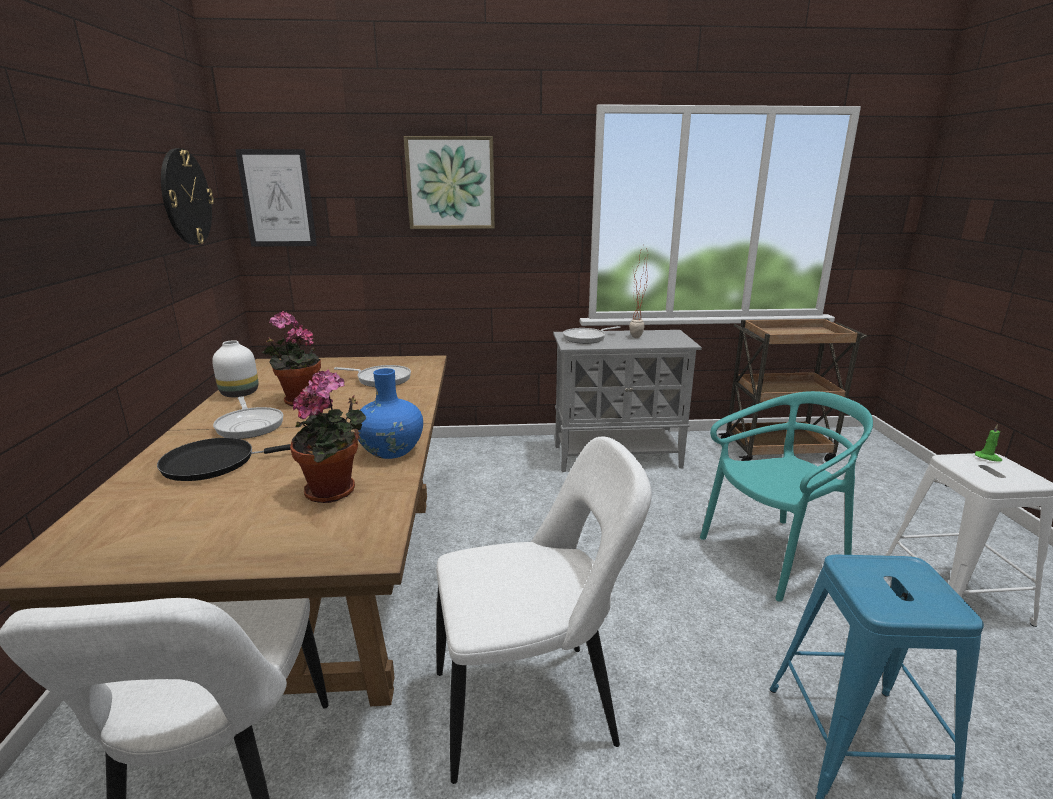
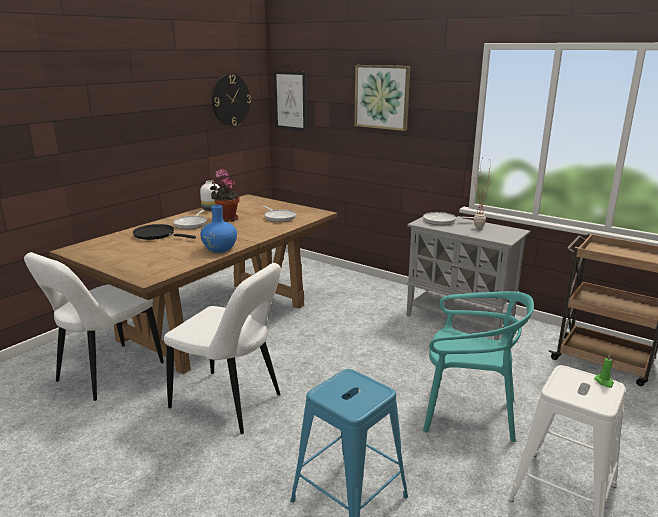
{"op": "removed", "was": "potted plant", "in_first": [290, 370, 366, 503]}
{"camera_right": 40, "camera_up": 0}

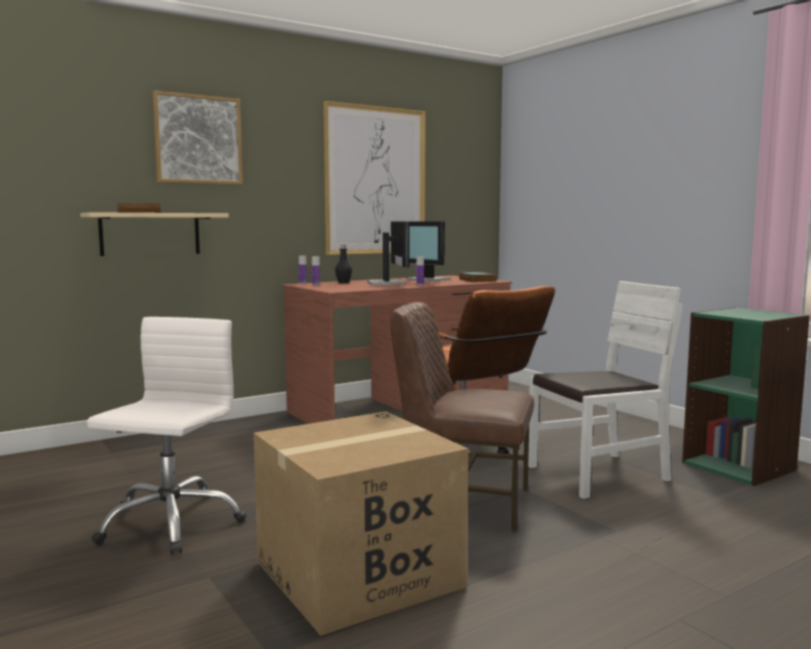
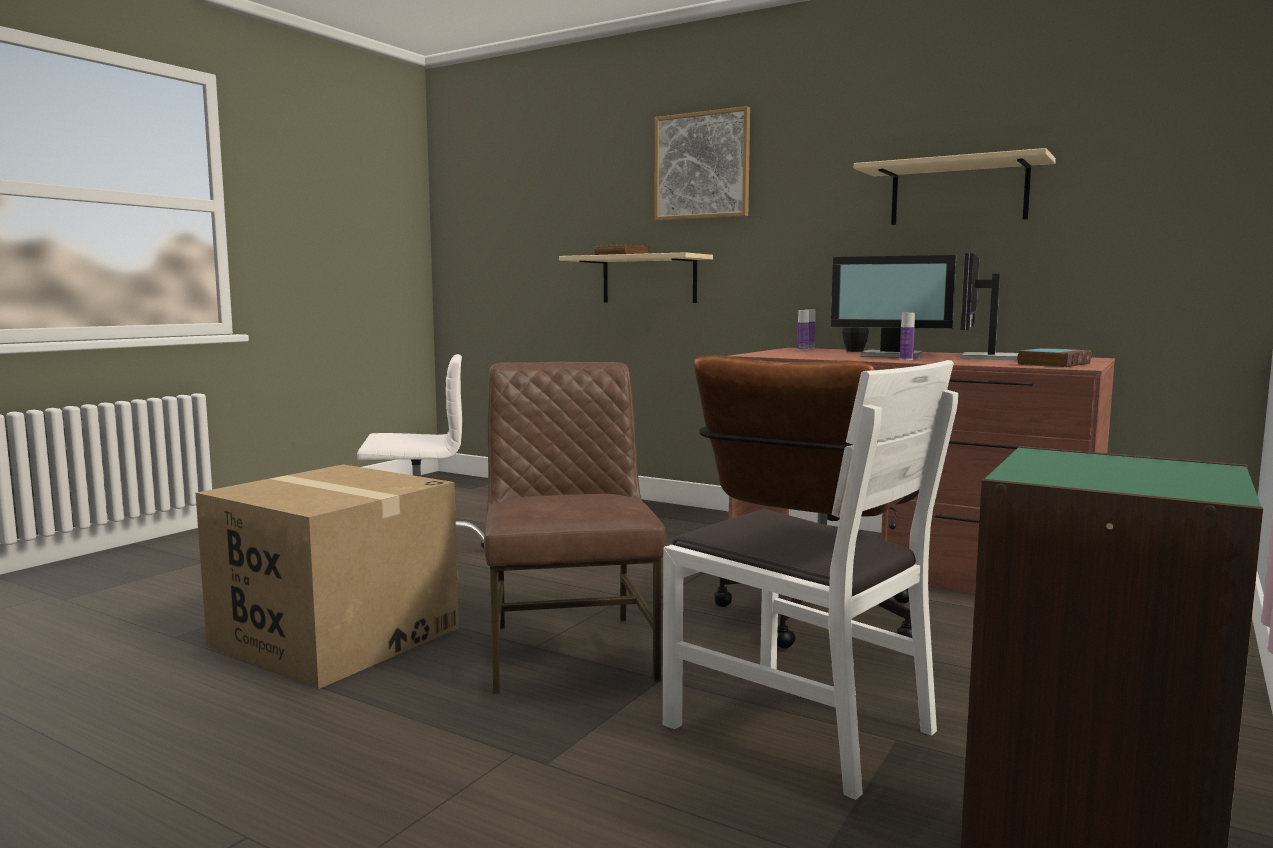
{"op": "replaced", "was": "picture", "now": "beige shelf", "in_first": [323, 101, 426, 255], "in_second": [854, 148, 1056, 225]}
{"op": "turned", "was": "monitor", "in_first": [367, 221, 410, 285], "in_second": [831, 255, 956, 358], "clockwise": 60}
{"camera_right": 65, "camera_up": 0}

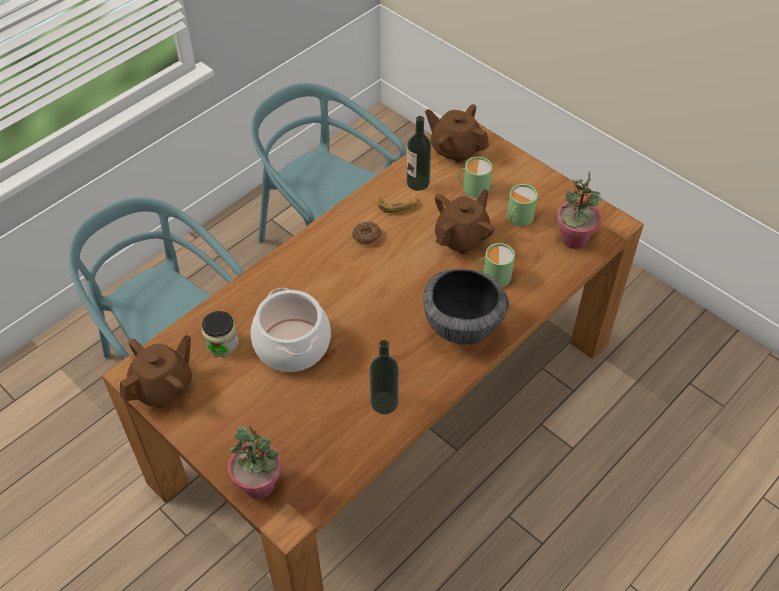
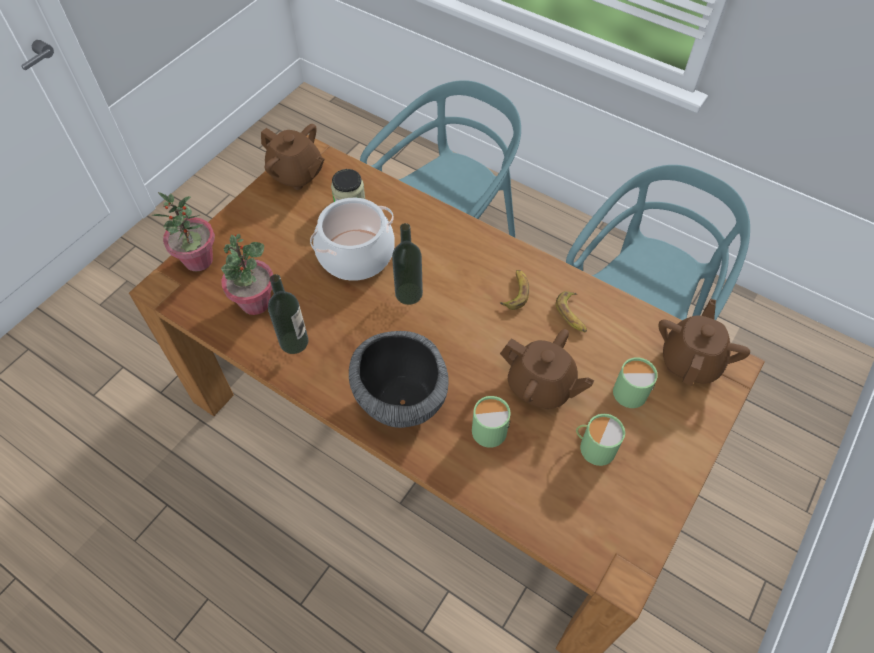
{"op": "moved", "was": "bottle", "in_first": [407, 116, 431, 191], "in_second": [392, 223, 423, 305]}
{"op": "moved", "was": "potted plant", "in_first": [556, 171, 601, 249], "in_second": [221, 234, 273, 315]}
{"op": "replaced", "was": "donut", "now": "banana", "in_first": [352, 221, 381, 245], "in_second": [500, 270, 529, 310]}
{"camera_right": 80, "camera_up": 5}

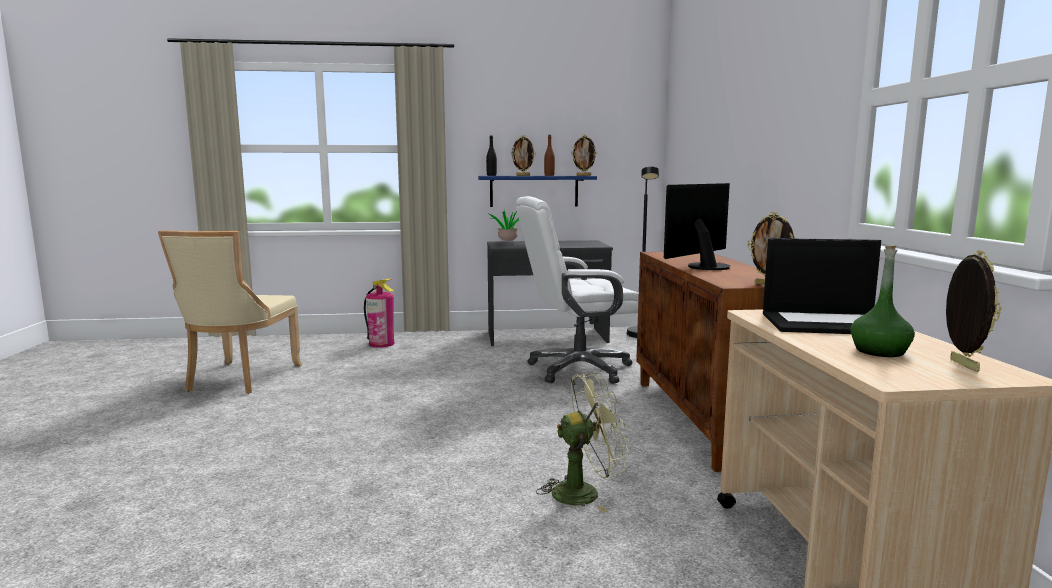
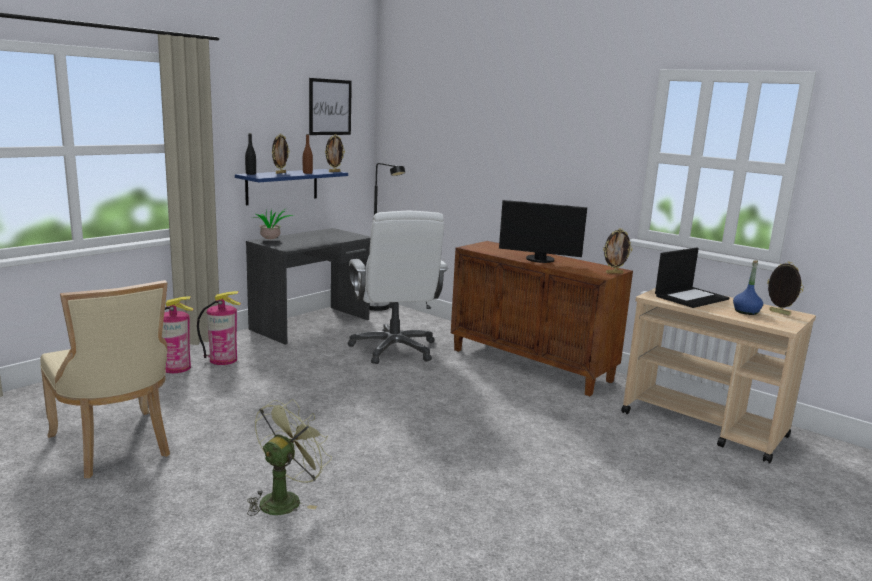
{"op": "turned", "was": "monitor", "in_first": [664, 183, 730, 270], "in_second": [499, 200, 587, 263], "clockwise": -75}
{"op": "turned", "was": "white office chair", "in_first": [516, 196, 639, 384], "in_second": [348, 211, 448, 364], "clockwise": -45}
{"op": "recoloured", "was": "green bottle", "now": "blue bottle", "in_first": [850, 245, 915, 357], "in_second": [733, 260, 763, 315]}
{"op": "moved", "was": "green fan", "in_first": [536, 373, 629, 513], "in_second": [247, 399, 332, 516]}
{"op": "added", "now": "picture", "in_second": [309, 78, 352, 135]}
{"op": "added", "now": "fire extinguisher", "in_second": [197, 291, 241, 365]}
{"camera_right": -45, "camera_up": 5}

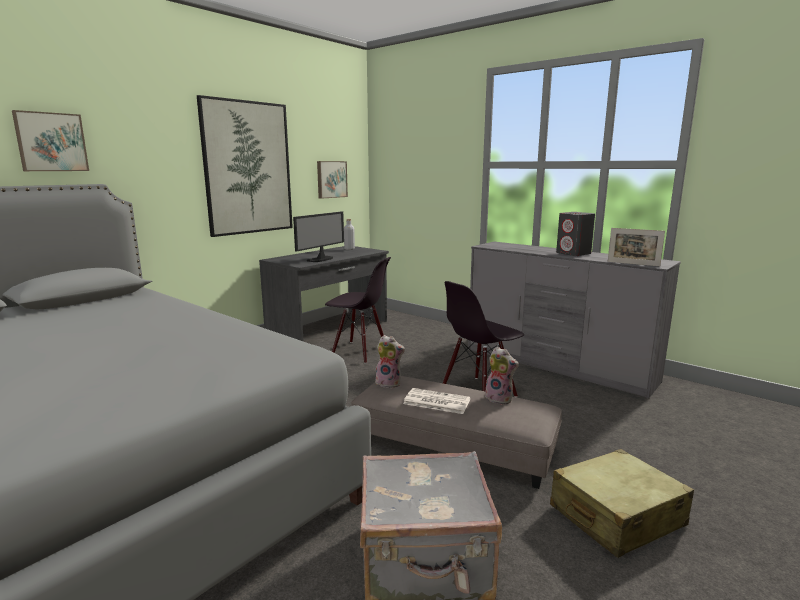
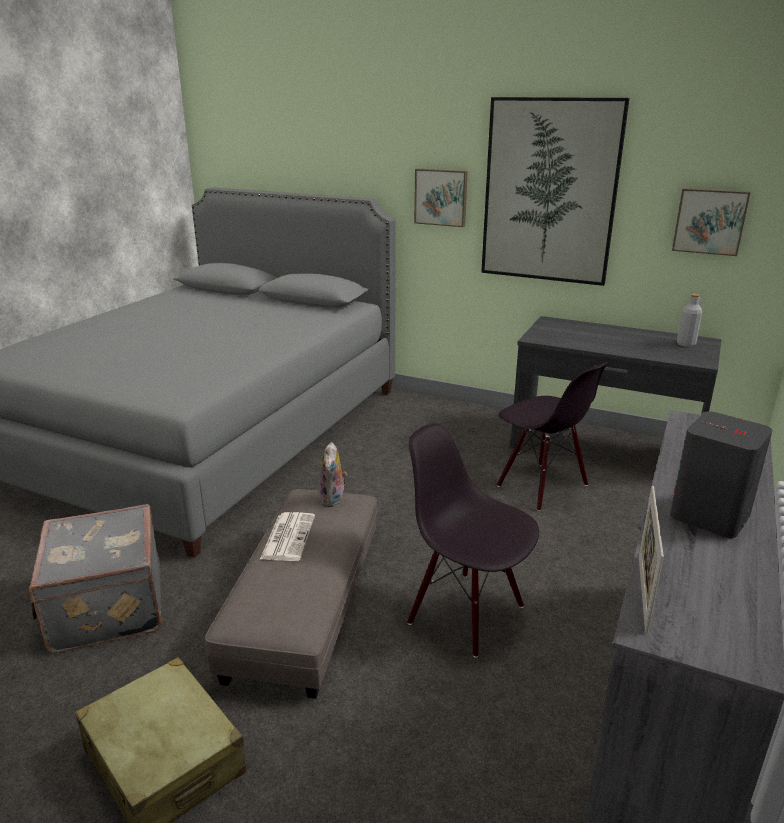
{"op": "moved", "was": "picture", "in_first": [12, 110, 89, 171], "in_second": [414, 169, 468, 227]}
{"op": "removed", "was": "monitor", "in_first": [293, 211, 344, 262]}
{"op": "turned", "was": "black chair", "in_first": [325, 257, 391, 364], "in_second": [497, 362, 608, 511], "clockwise": -45}
{"op": "removed", "was": "plush toy", "in_first": [485, 347, 519, 405]}
{"camera_right": 75, "camera_up": 10}

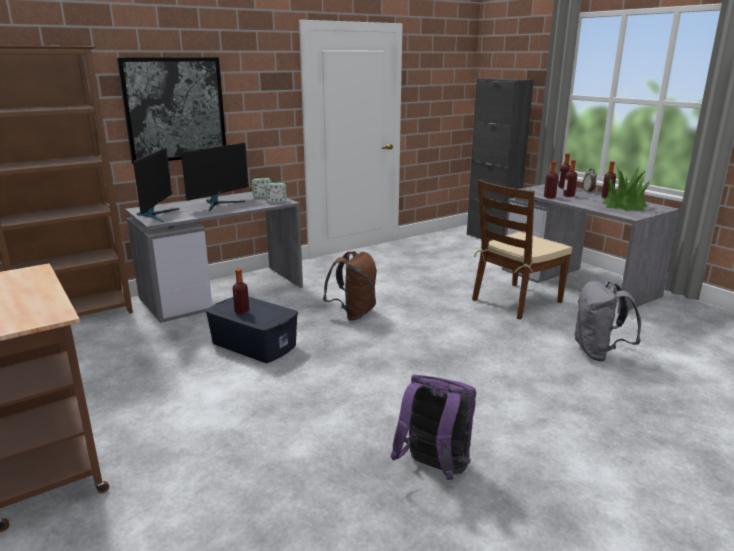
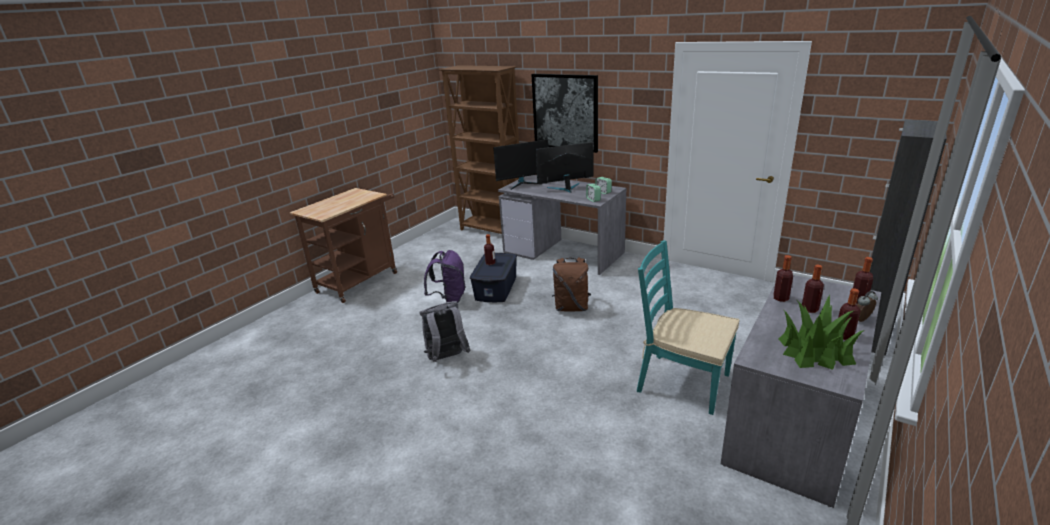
{"op": "turned", "was": "monitor", "in_first": [181, 143, 249, 211], "in_second": [536, 142, 593, 193], "clockwise": 150}
{"op": "recoloured", "was": "brown chair", "now": "turquoise chair", "in_first": [472, 180, 573, 320], "in_second": [637, 240, 739, 415]}
{"op": "moved", "was": "grey backpack", "in_first": [574, 281, 641, 361], "in_second": [420, 301, 471, 362]}
{"op": "moved", "was": "purple backpack", "in_first": [391, 375, 477, 480], "in_second": [424, 250, 465, 303]}
{"camera_right": 70, "camera_up": 5}

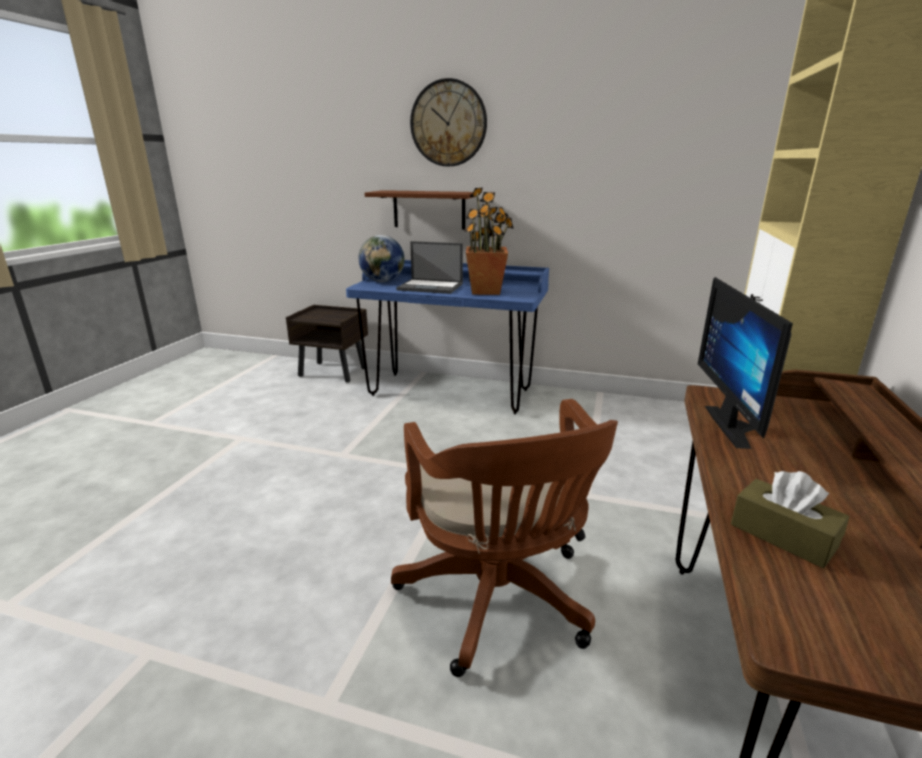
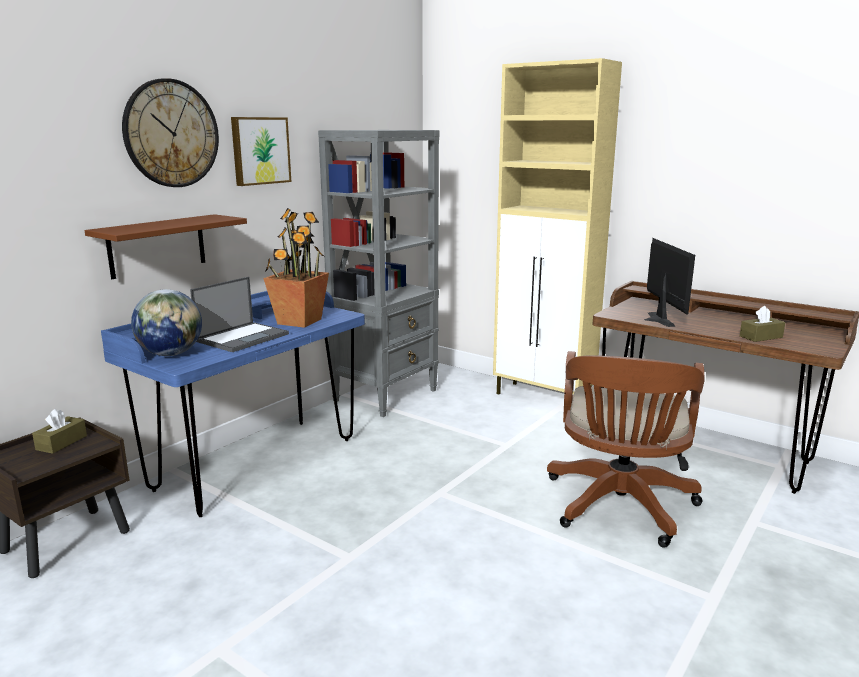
{"op": "turned", "was": "monitor", "in_first": [698, 277, 793, 449], "in_second": [644, 238, 695, 327], "clockwise": -120}
{"op": "turned", "was": "brown office chair", "in_first": [391, 399, 618, 677], "in_second": [547, 351, 705, 548], "clockwise": 105}
{"op": "added", "now": "picture", "in_second": [231, 117, 291, 186]}
{"op": "added", "now": "grey bookcase", "in_second": [318, 130, 440, 417]}
{"op": "added", "now": "brown tissue box", "in_second": [32, 409, 87, 454]}
{"camera_right": -70, "camera_up": -5}

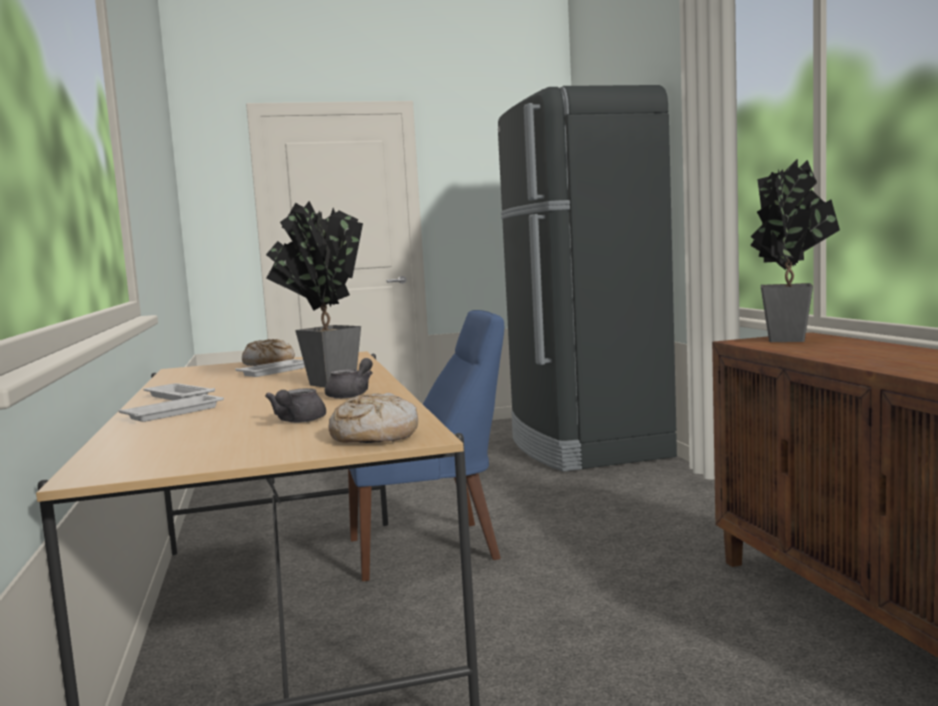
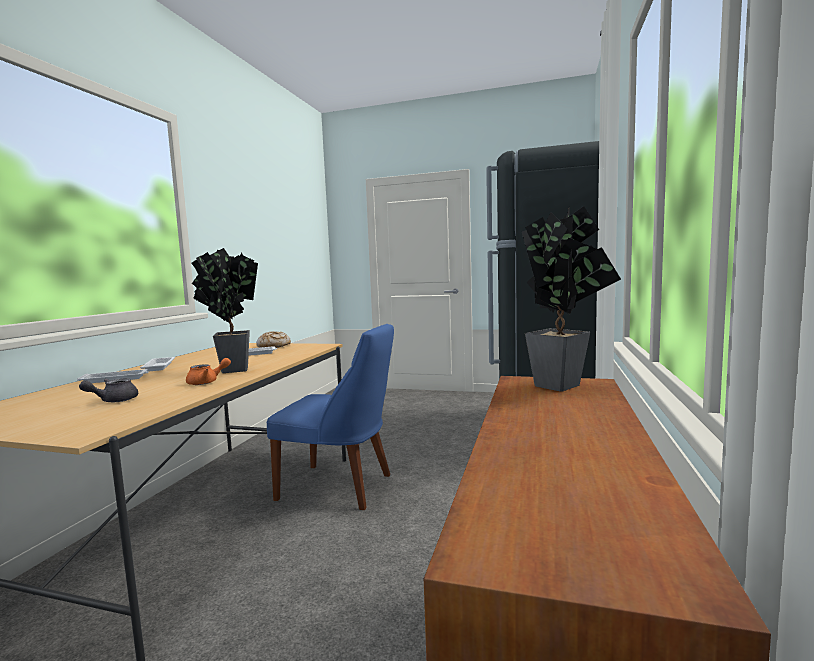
{"op": "recoloured", "was": "grey teapot", "now": "orange teapot", "in_first": [325, 358, 373, 399], "in_second": [186, 358, 231, 385]}
{"op": "removed", "was": "bread", "in_first": [328, 393, 418, 443]}
{"camera_right": 30, "camera_up": 0}

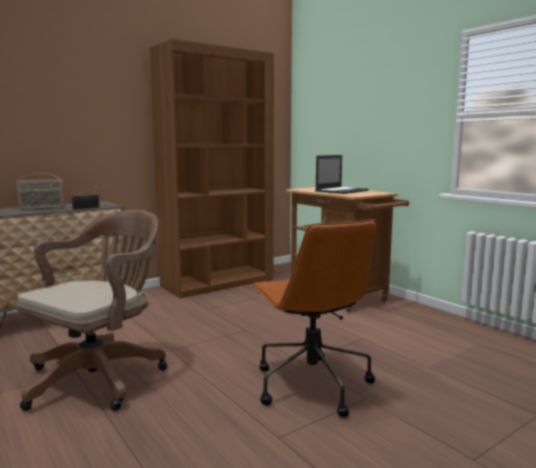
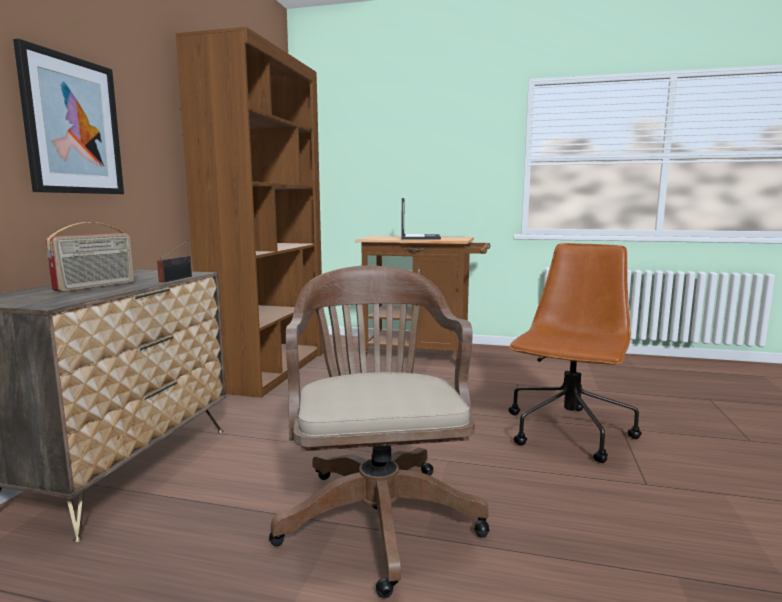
{"op": "turned", "was": "brown office chair", "in_first": [250, 219, 376, 417], "in_second": [509, 243, 642, 463], "clockwise": -90}
{"op": "added", "now": "picture", "in_second": [13, 38, 124, 194]}
{"camera_right": -40, "camera_up": 0}

